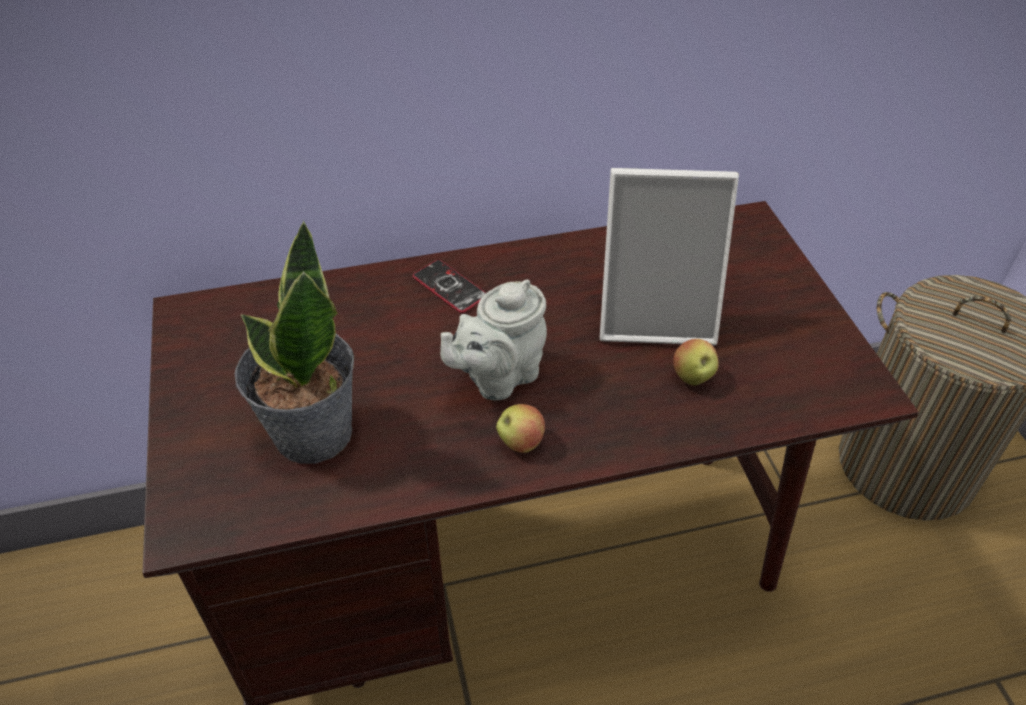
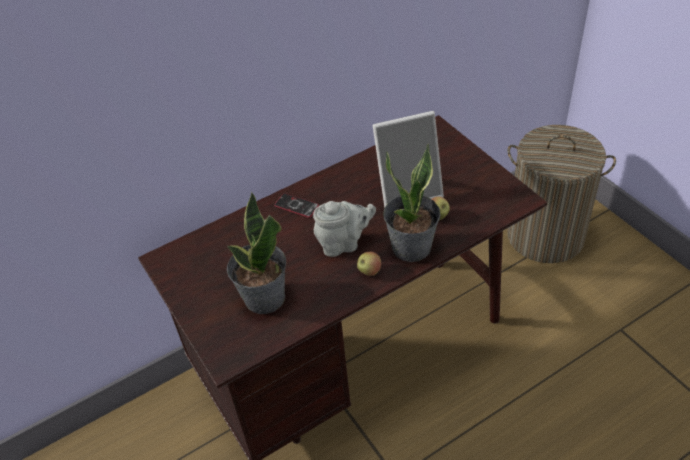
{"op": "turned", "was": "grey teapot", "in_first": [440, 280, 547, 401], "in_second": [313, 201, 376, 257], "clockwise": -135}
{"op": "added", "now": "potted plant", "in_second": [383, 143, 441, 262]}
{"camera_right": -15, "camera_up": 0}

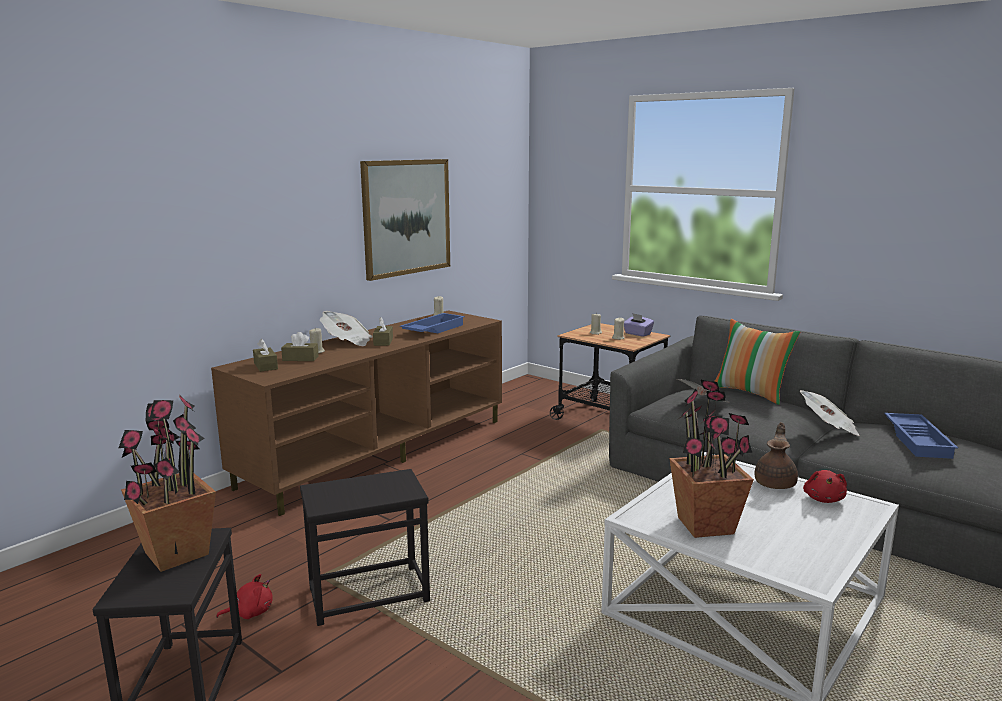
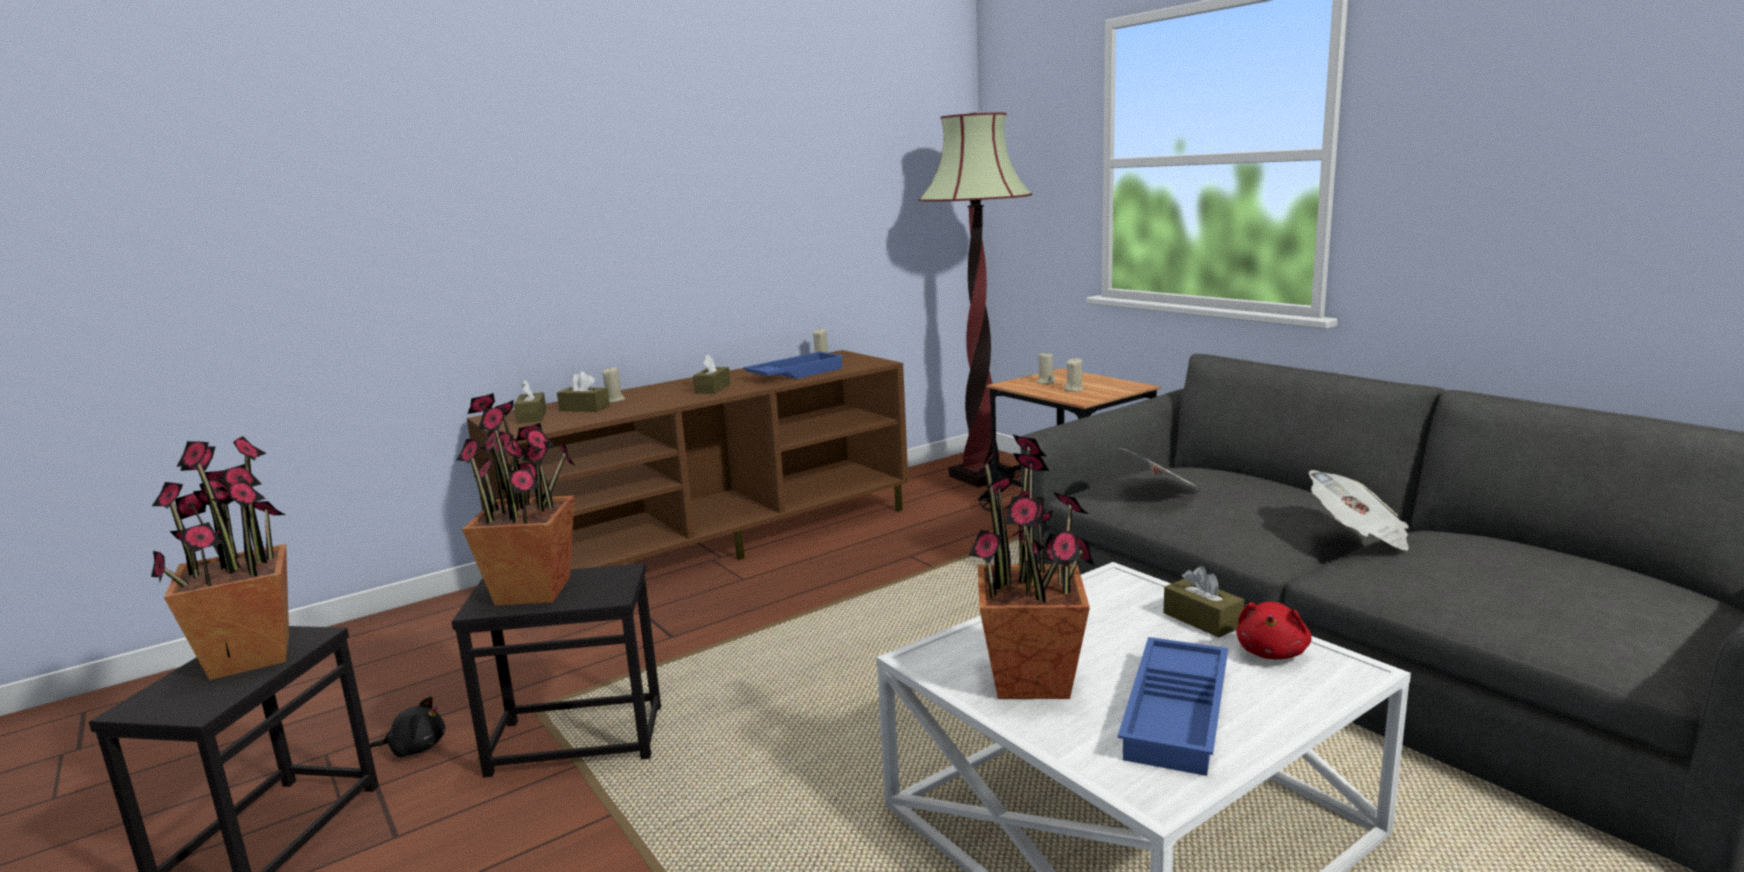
{"op": "removed", "was": "picture", "in_first": [360, 159, 450, 281]}
{"op": "removed", "was": "newspaper", "in_first": [320, 311, 373, 346]}
{"op": "removed", "was": "purple tissue box", "in_first": [624, 313, 654, 337]}
{"op": "removed", "was": "pillow", "in_first": [714, 319, 800, 405]}
{"op": "moved", "was": "blue tray", "in_first": [884, 413, 958, 459], "in_second": [1118, 637, 1228, 776]}
{"op": "replaced", "was": "brown teapot", "now": "brown tissue box", "in_first": [755, 422, 798, 489], "in_second": [1163, 566, 1244, 638]}
{"op": "recoloured", "was": "red plush toy", "now": "black plush toy", "in_first": [216, 574, 273, 619], "in_second": [370, 696, 445, 757]}
{"op": "added", "now": "floor lamp", "in_second": [918, 112, 1032, 487]}
{"op": "added", "now": "potted plant", "in_second": [456, 393, 575, 606]}
{"camera_right": 15, "camera_up": 0}

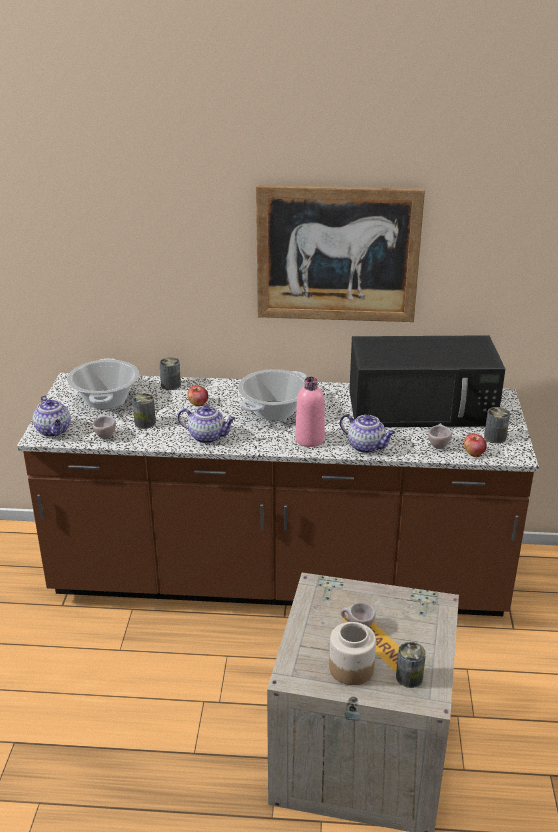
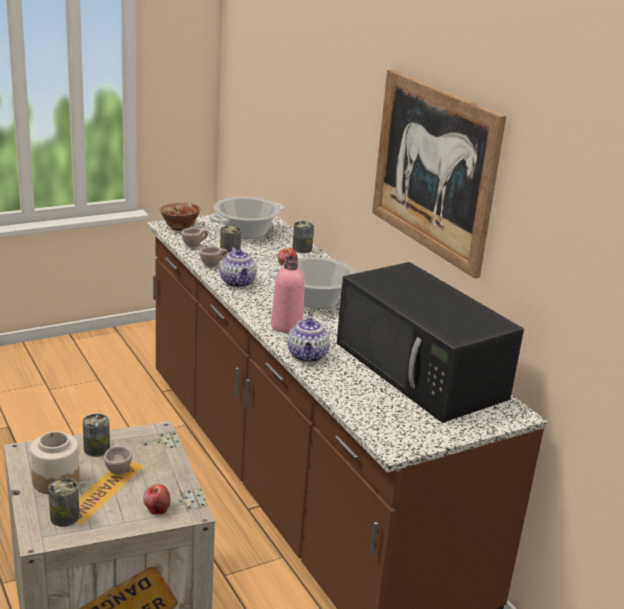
{"op": "replaced", "was": "teapot", "now": "bowl", "in_first": [33, 395, 71, 437], "in_second": [160, 203, 200, 231]}
{"op": "moved", "was": "can", "in_first": [484, 407, 510, 443], "in_second": [83, 414, 110, 457]}
{"op": "moved", "was": "beige cup", "in_first": [428, 423, 452, 449], "in_second": [199, 246, 228, 268]}
{"op": "moved", "was": "apple", "in_first": [464, 434, 487, 457], "in_second": [143, 484, 171, 515]}
{"camera_right": 55, "camera_up": -5}

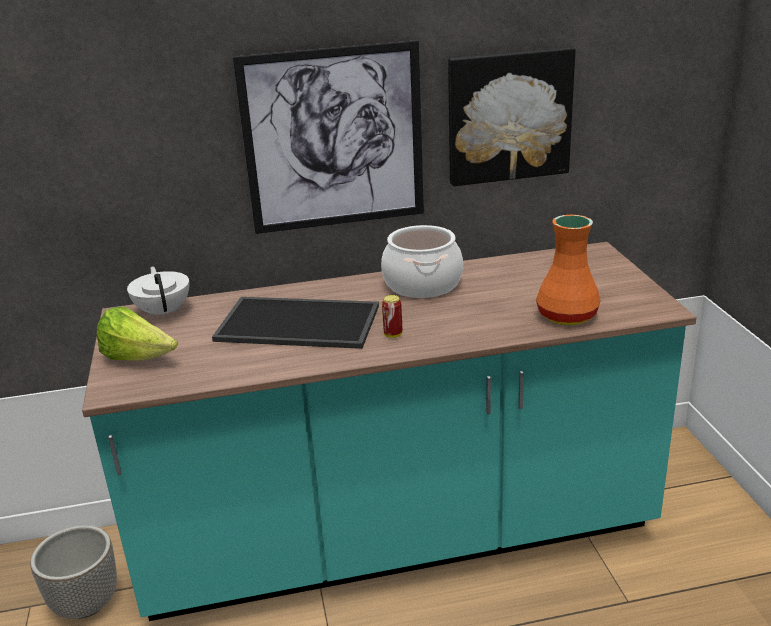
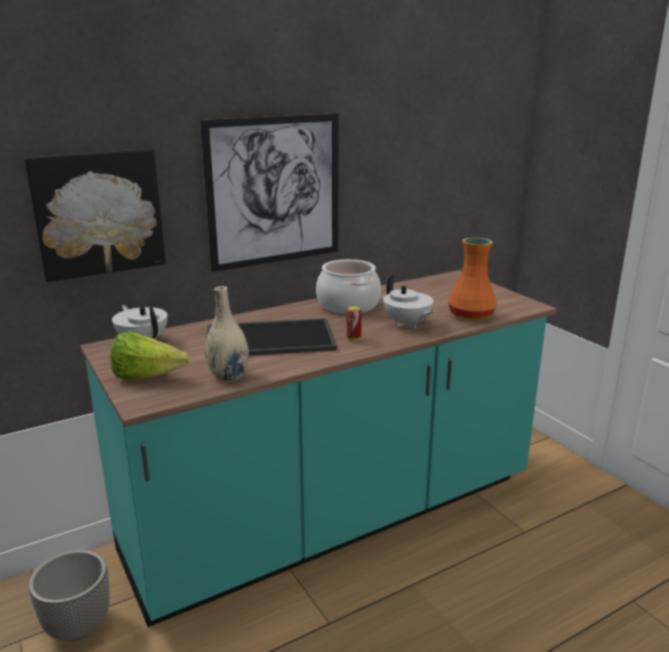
{"op": "moved", "was": "picture", "in_first": [448, 47, 576, 186], "in_second": [24, 148, 166, 282]}
{"op": "added", "now": "white teapot", "in_second": [383, 275, 435, 328]}
{"op": "added", "now": "beige vase", "in_second": [206, 286, 249, 382]}
{"camera_right": -20, "camera_up": -5}

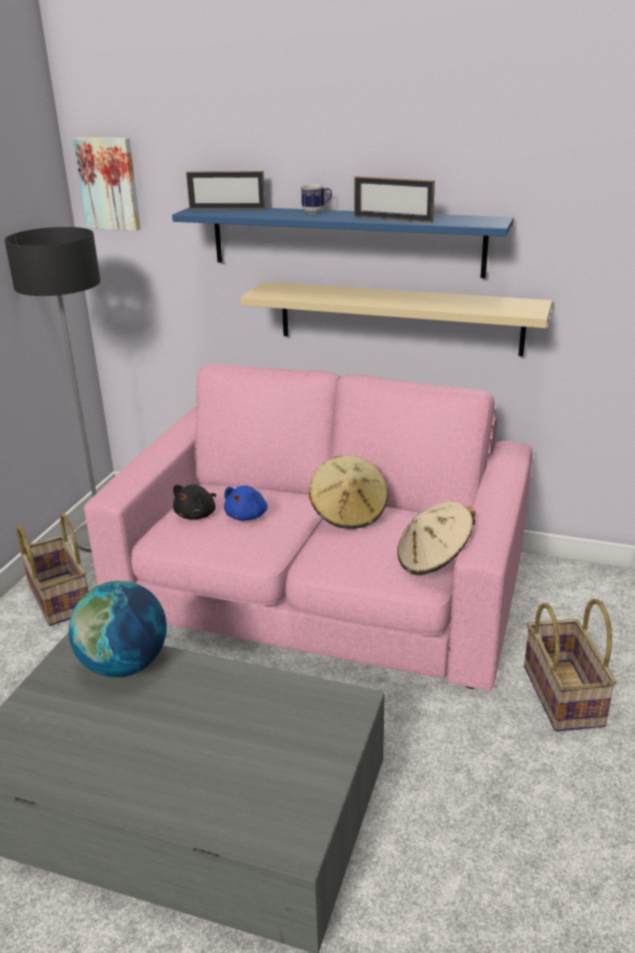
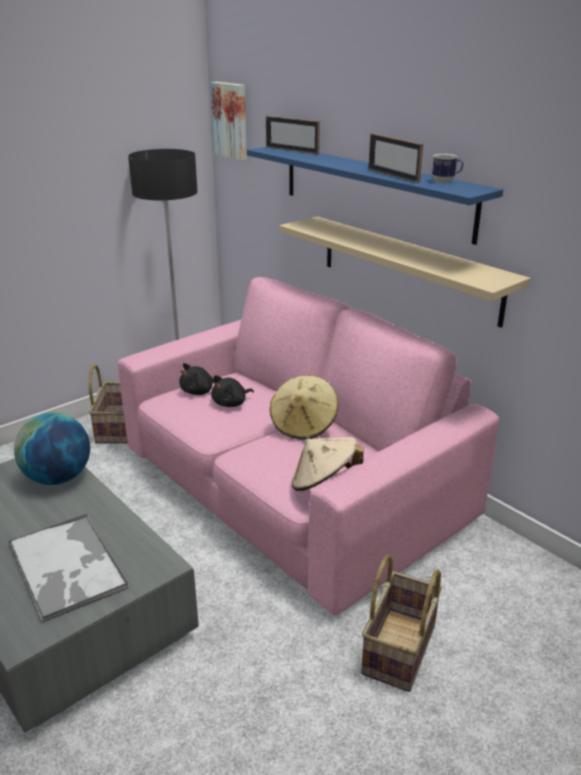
{"op": "moved", "was": "mug", "in_first": [300, 184, 332, 213], "in_second": [432, 154, 463, 183]}
{"op": "recoloured", "was": "blue plush toy", "now": "black plush toy", "in_first": [224, 485, 267, 521], "in_second": [211, 375, 254, 407]}
{"op": "added", "now": "tray", "in_second": [9, 514, 129, 622]}
{"camera_right": 30, "camera_up": 0}

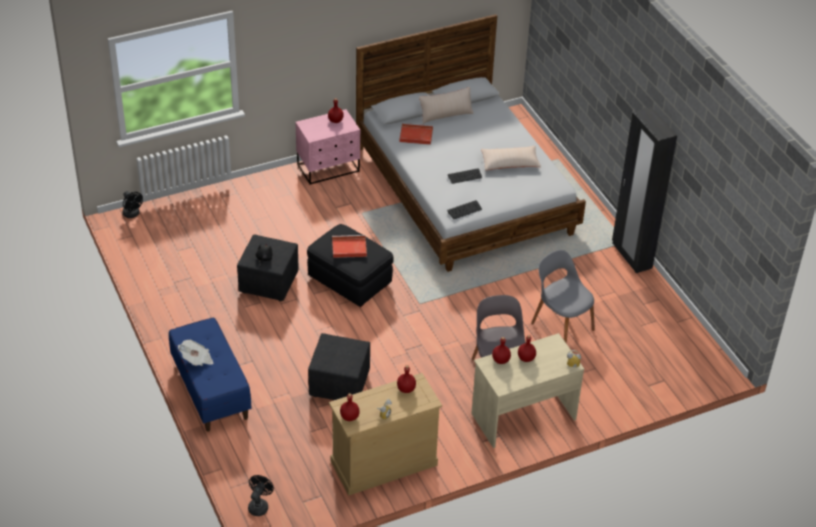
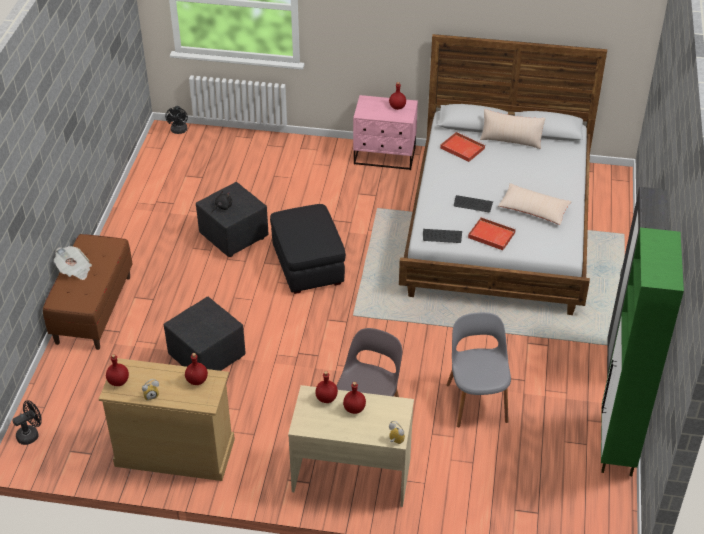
{"op": "moved", "was": "red tray", "in_first": [332, 235, 367, 258], "in_second": [468, 217, 516, 250]}
{"op": "recoloured", "was": "blue bench", "now": "brown bench", "in_first": [169, 317, 251, 432], "in_second": [43, 234, 133, 350]}
{"op": "added", "now": "green cabinet", "in_second": [601, 227, 684, 476]}
{"camera_right": 35, "camera_up": 0}

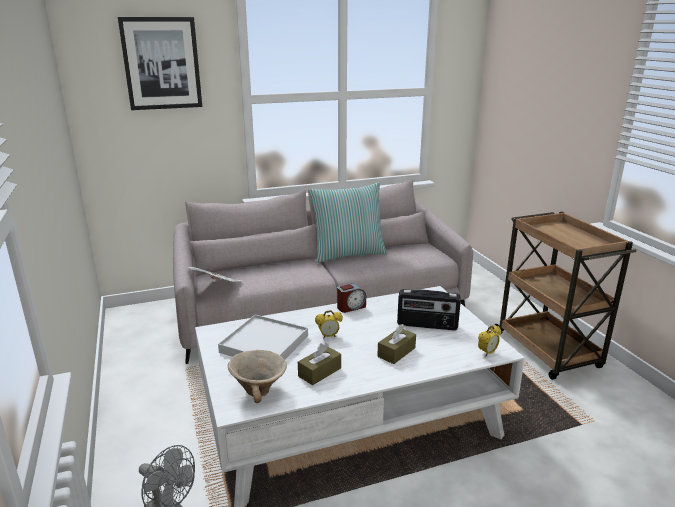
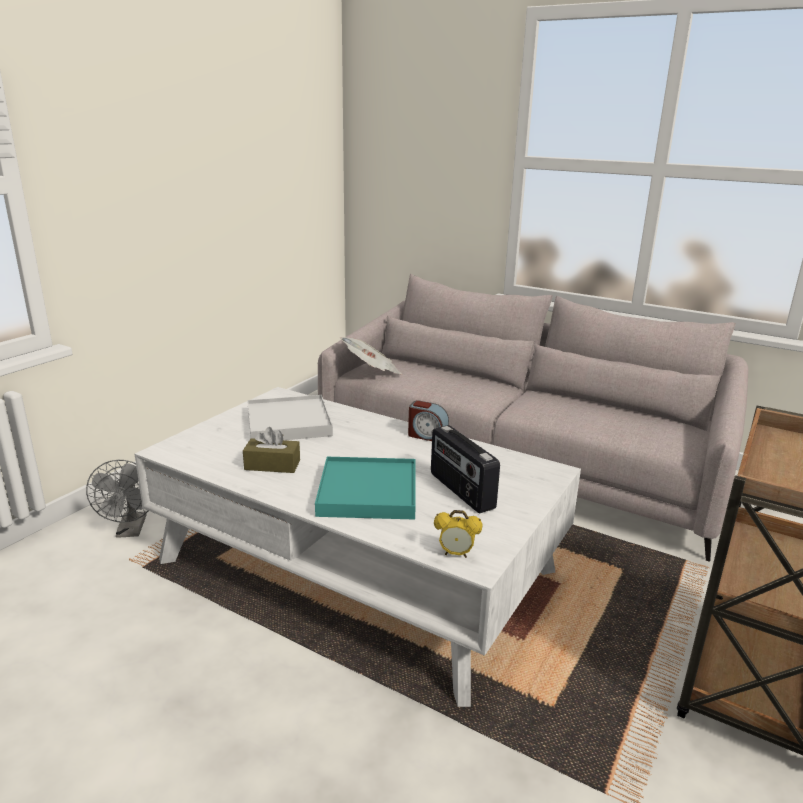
{"op": "removed", "was": "picture", "in_first": [118, 17, 202, 110]}
{"op": "removed", "was": "pillow", "in_first": [309, 182, 387, 263]}
{"op": "removed", "was": "alarm clock", "in_first": [315, 310, 343, 339]}
{"op": "replaced", "was": "brown tissue box", "now": "turquoise tray", "in_first": [377, 324, 416, 364], "in_second": [315, 457, 416, 520]}
{"op": "removed", "was": "beige bowl", "in_first": [228, 350, 287, 403]}
{"camera_right": 50, "camera_up": 0}

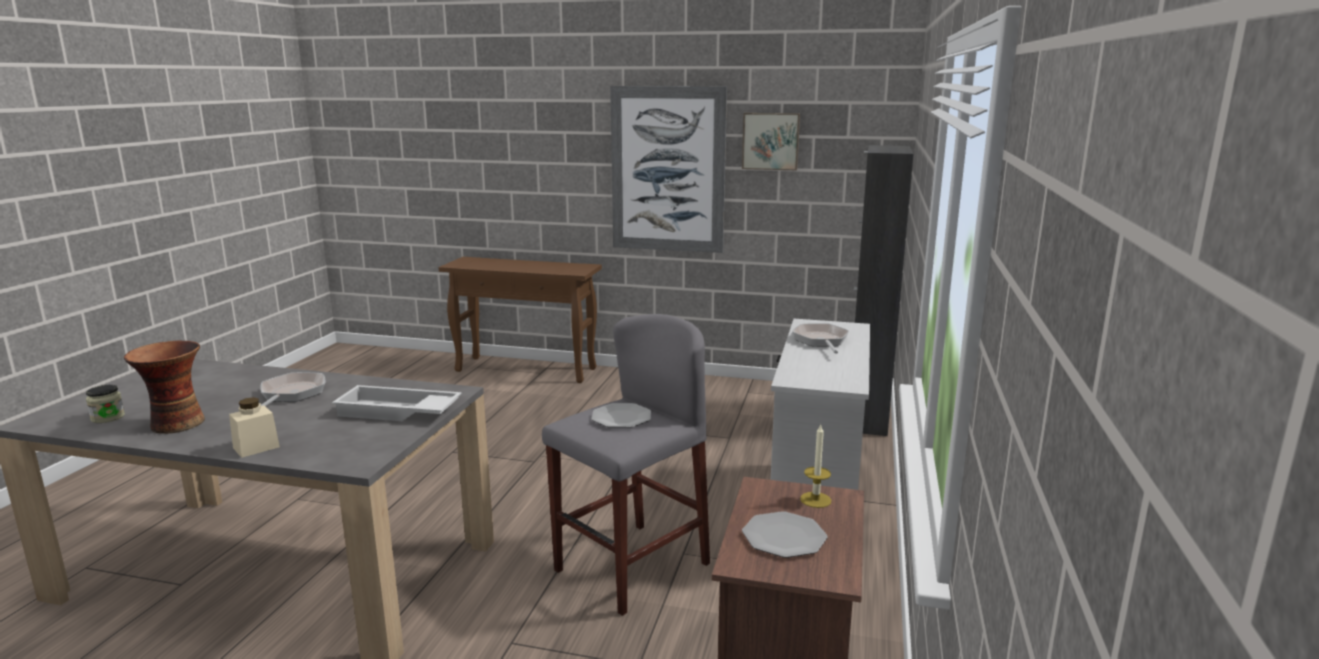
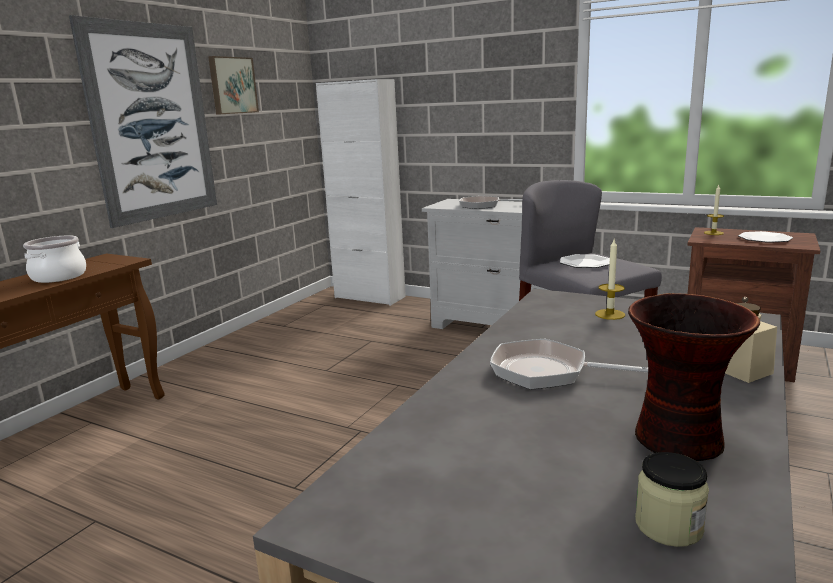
{"op": "recoloured", "was": "black cabinet", "now": "white cabinet", "in_first": [854, 145, 913, 436], "in_second": [316, 79, 406, 306]}
{"op": "replaced", "was": "white tray", "now": "candle", "in_first": [332, 385, 462, 421], "in_second": [595, 239, 625, 320]}
{"op": "added", "now": "cooking pot", "in_second": [23, 235, 86, 283]}
{"camera_right": -75, "camera_up": 0}

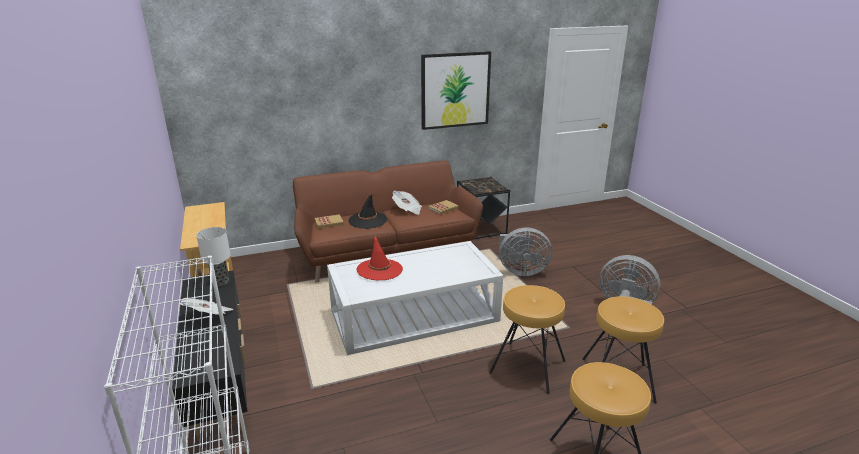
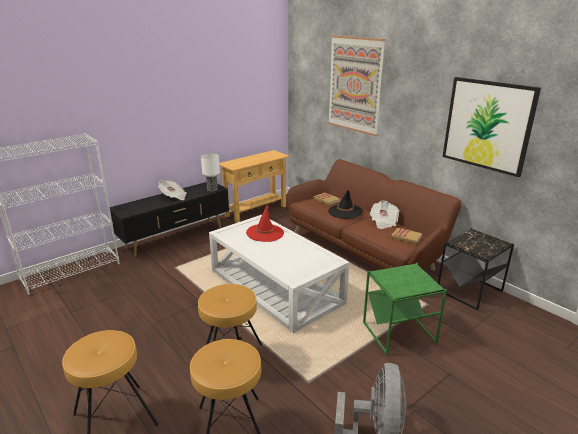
{"op": "replaced", "was": "grey fan", "now": "green side table", "in_first": [499, 227, 552, 276], "in_second": [363, 263, 447, 355]}
{"op": "added", "now": "picture", "in_second": [328, 35, 386, 136]}
{"camera_right": 70, "camera_up": 0}

